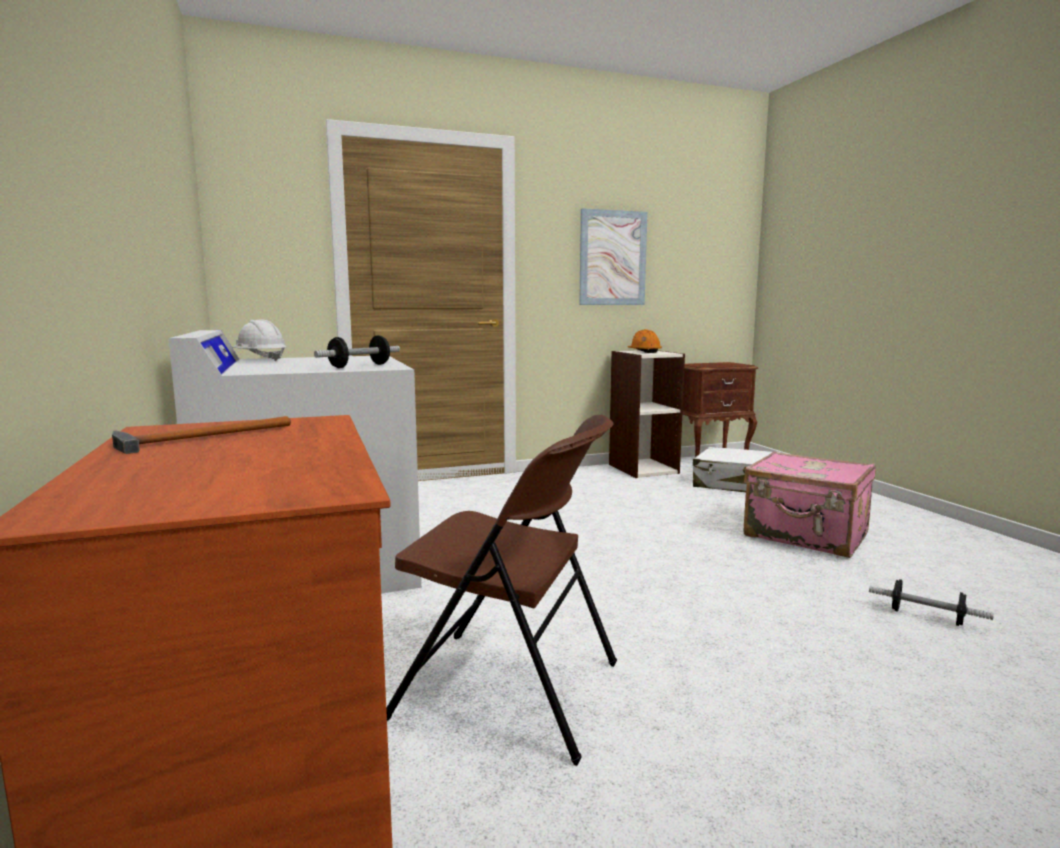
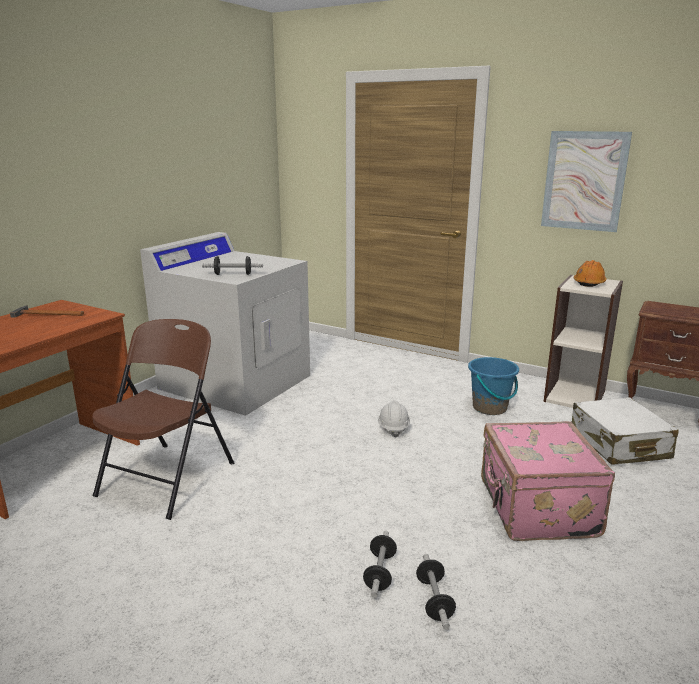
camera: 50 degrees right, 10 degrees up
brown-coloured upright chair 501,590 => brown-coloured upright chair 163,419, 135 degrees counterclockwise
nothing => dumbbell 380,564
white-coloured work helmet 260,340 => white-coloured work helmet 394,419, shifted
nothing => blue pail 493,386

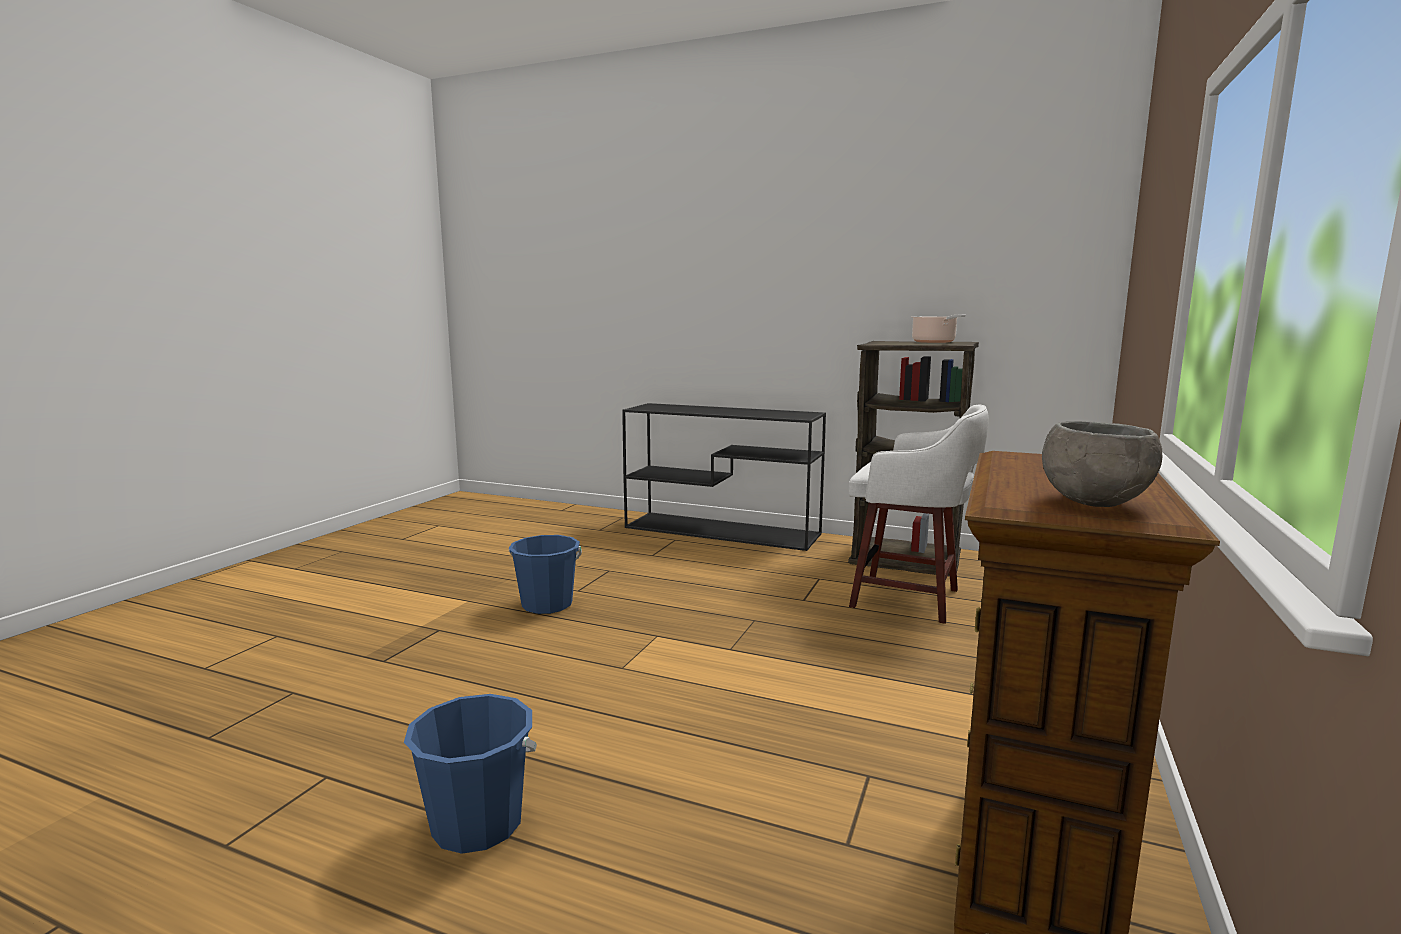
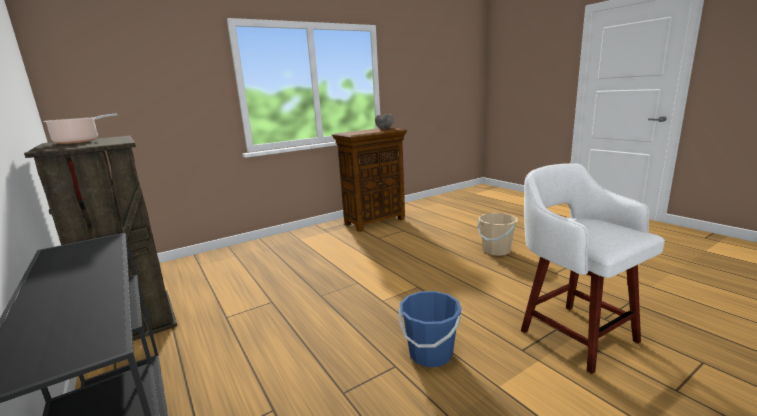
camera: 145 degrees left, 5 degrees up
blue pail 470,774 => beige pail 498,234
white-coloured stool seat 919,514 => white-coloured stool seat 593,268, shifted

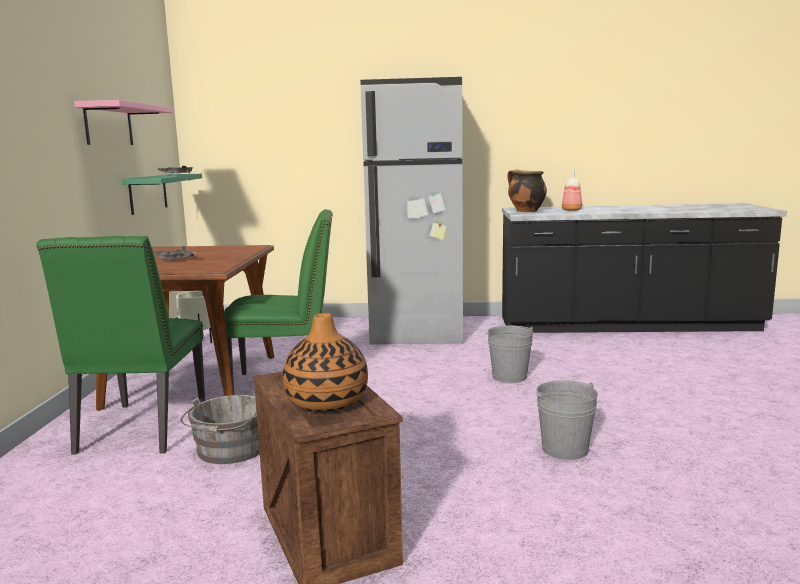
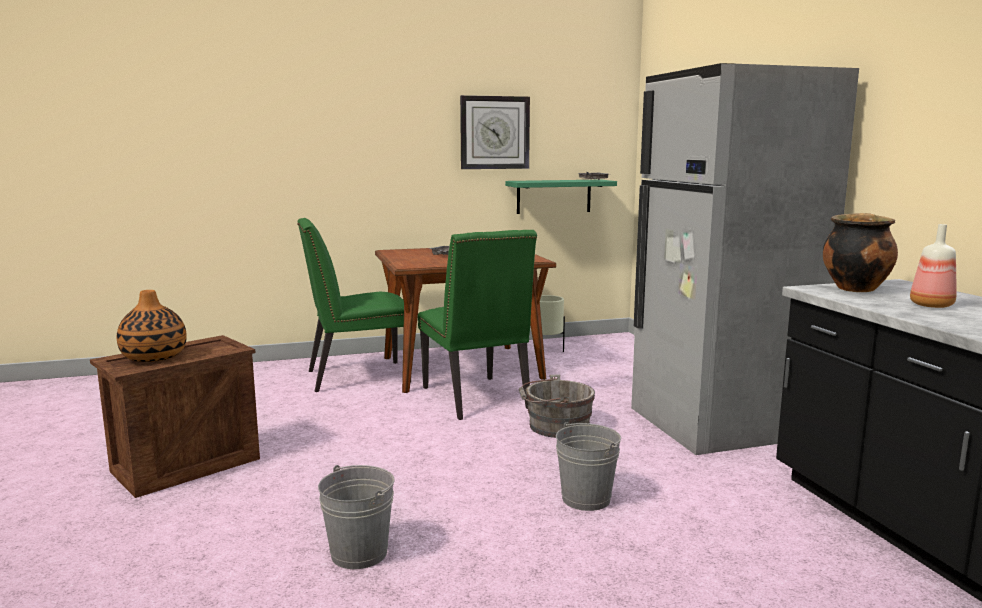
camera: 70 degrees right, 0 degrees up
pink-coloured wall shelf 123,122 => clock on the wall 495,132
gray pail 220,429 => gray pail 557,406, shifted

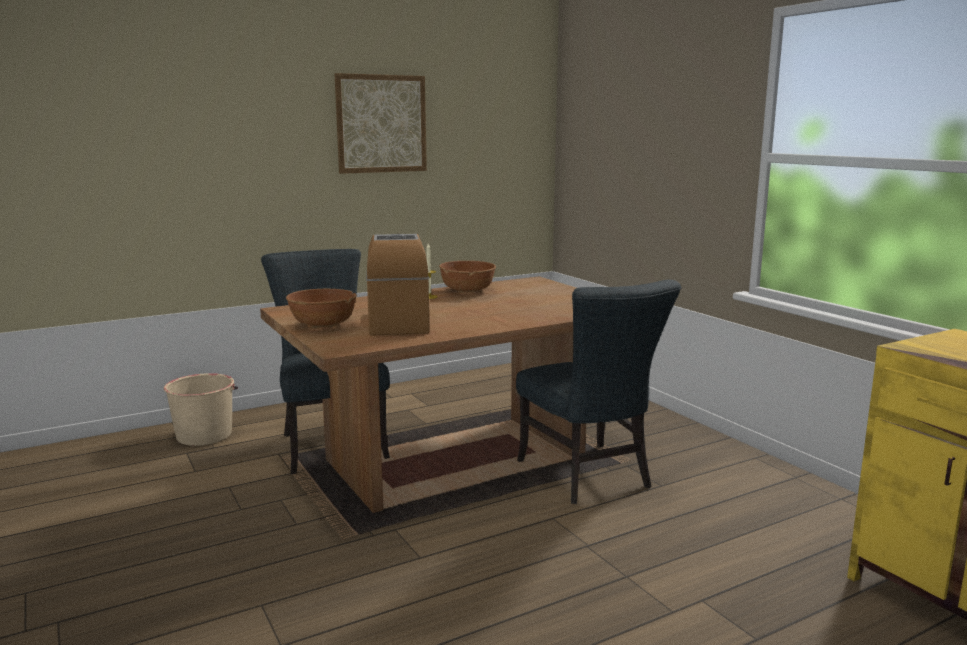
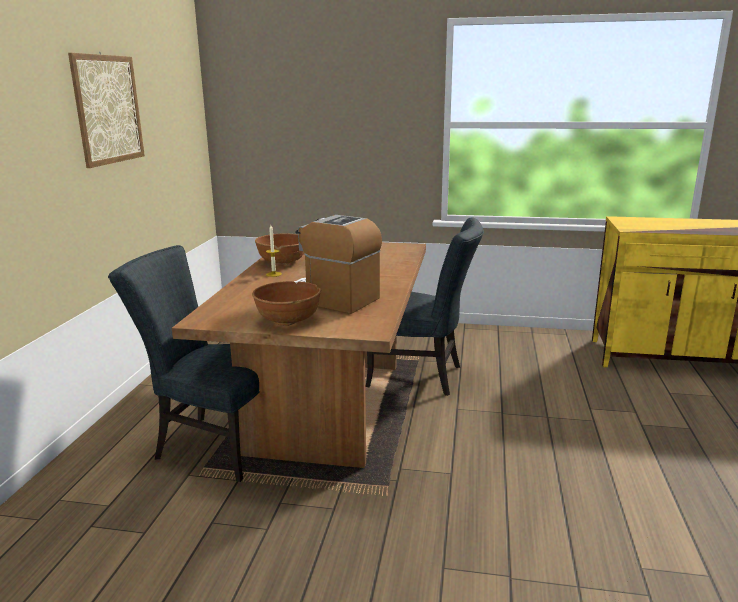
camera: 50 degrees left, 5 degrees up
beige pail 201,409 => nothing

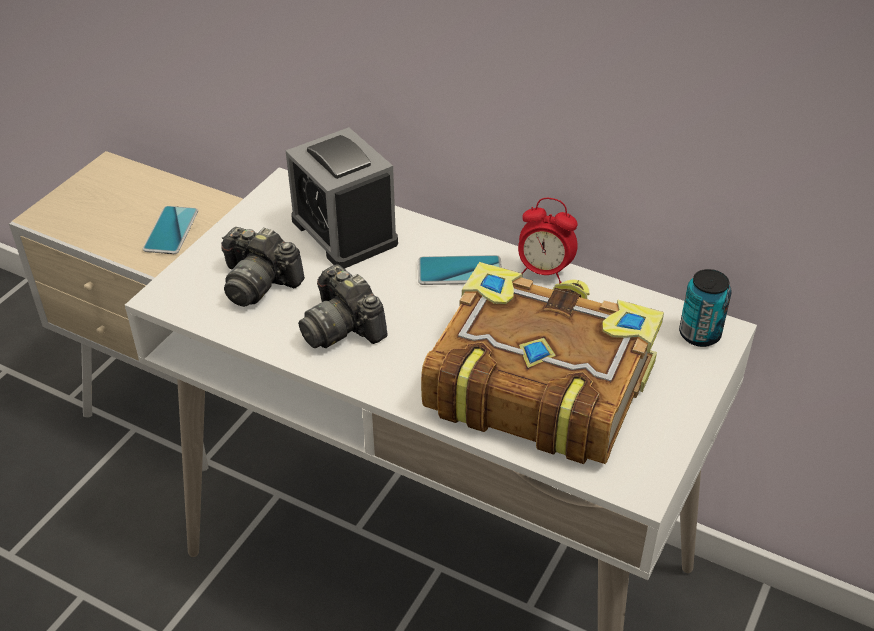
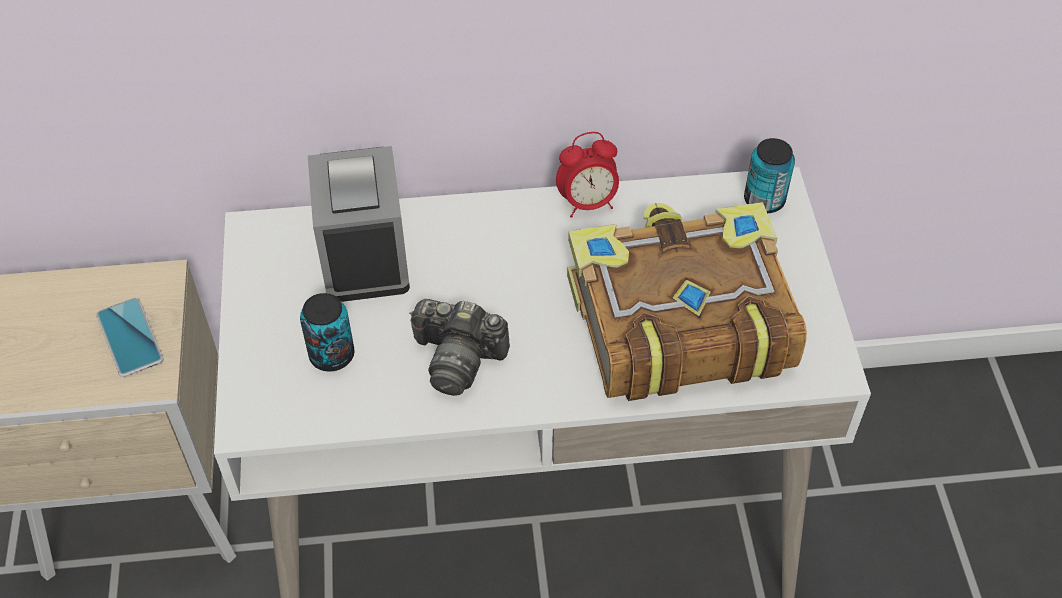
camera: 35 degrees left, 10 degrees up
still camera 263,267 => metal can 327,332
bedside clock 342,198 => bedside clock 359,224, 60 degrees clockwise
handset 460,270 => nothing

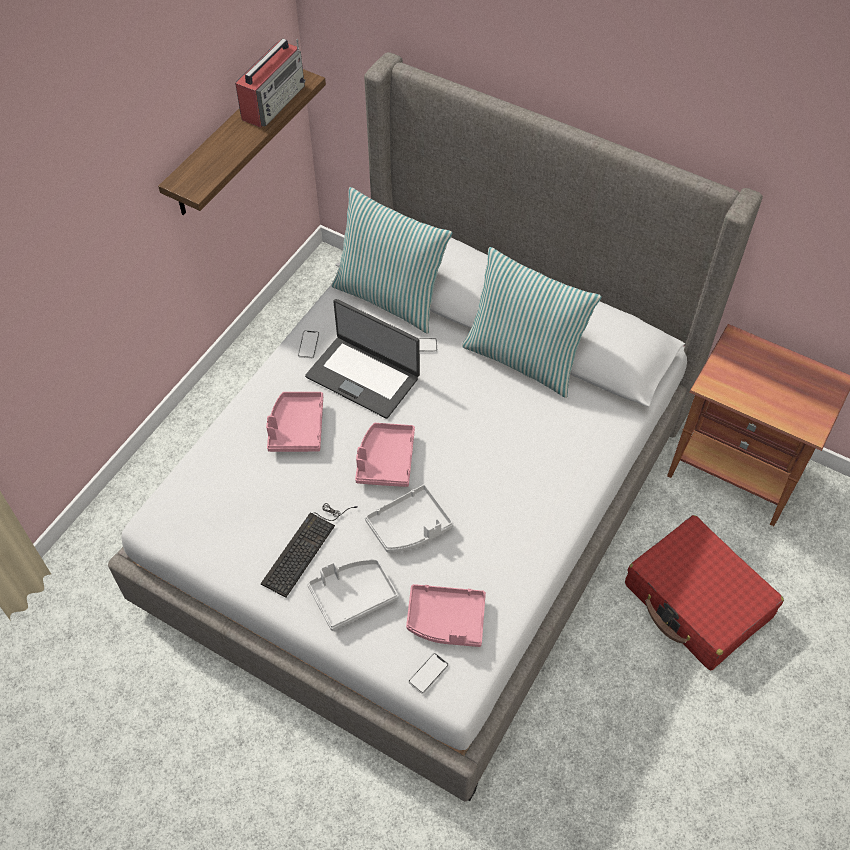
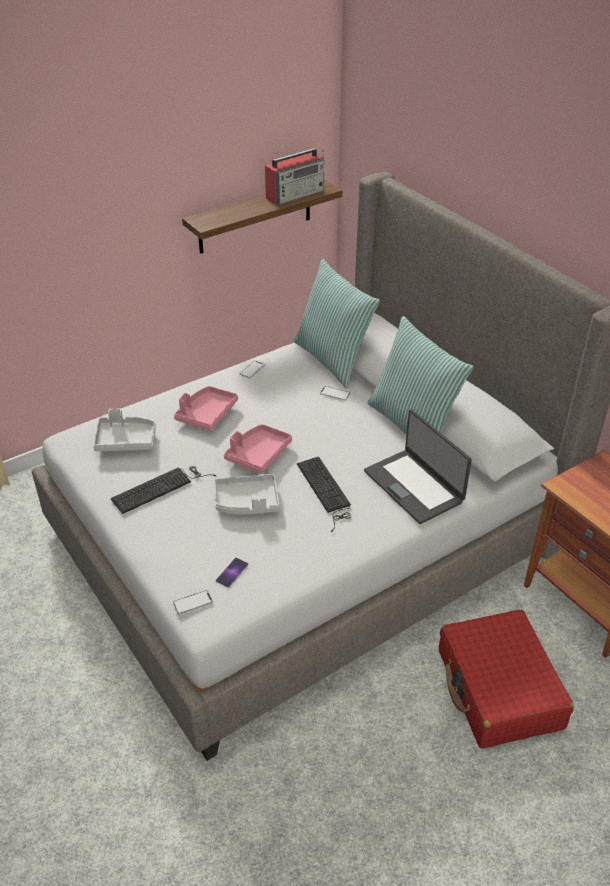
camera: 25 degrees right, 15 degrees down
gray serving tray 353,595 => gray serving tray 124,429, shifted
pink-coloured serving tray 446,615 => handset 232,573
nothing => keyboard 324,494
notebook computer 362,359 => notebook computer 418,466, shifted

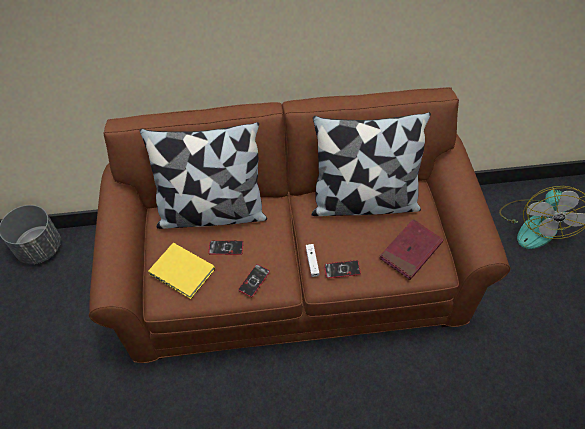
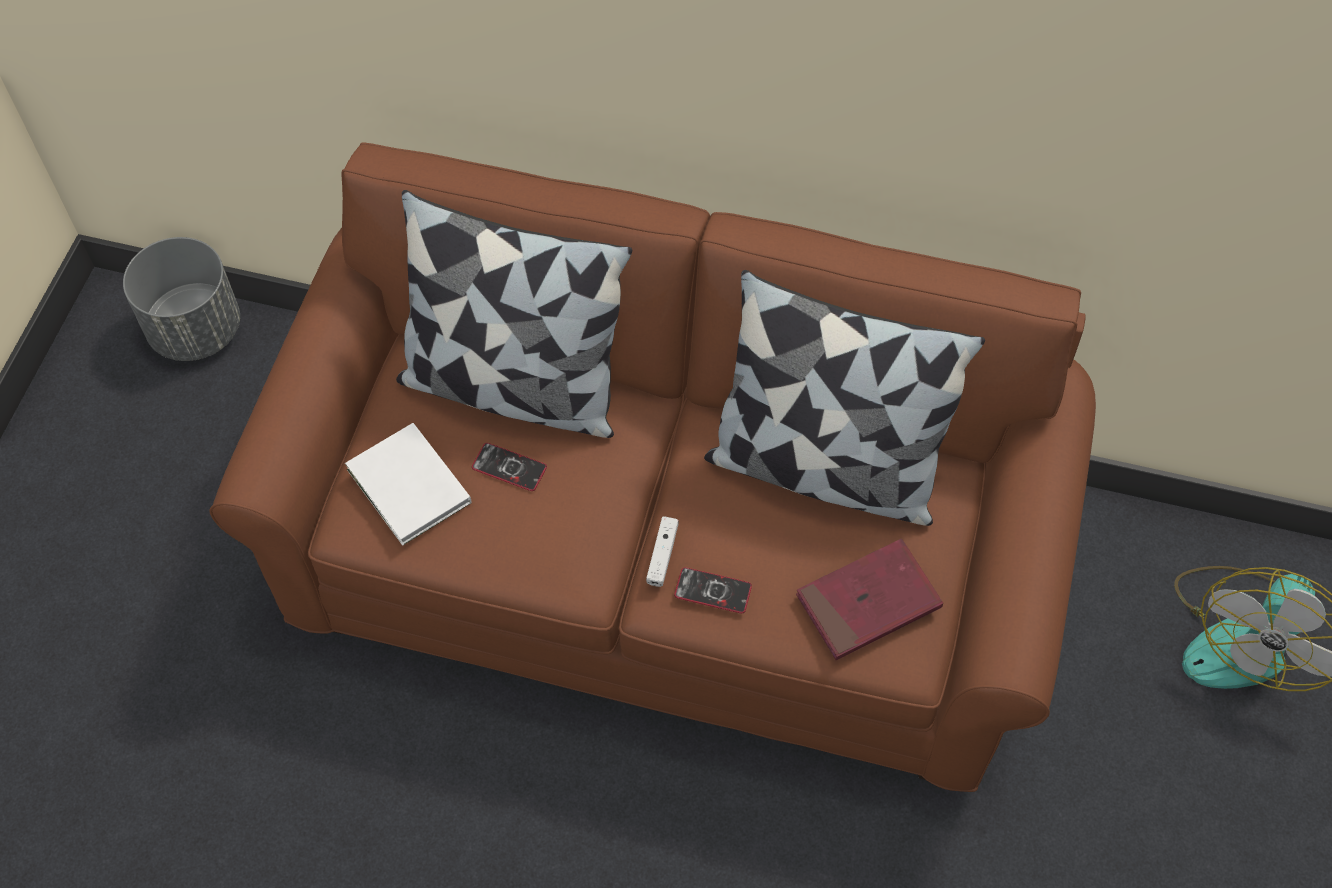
camera: 20 degrees right, 5 degrees up
yellow bound book 181,271 => white-coloured bound book 408,484
handset 254,280 => nothing

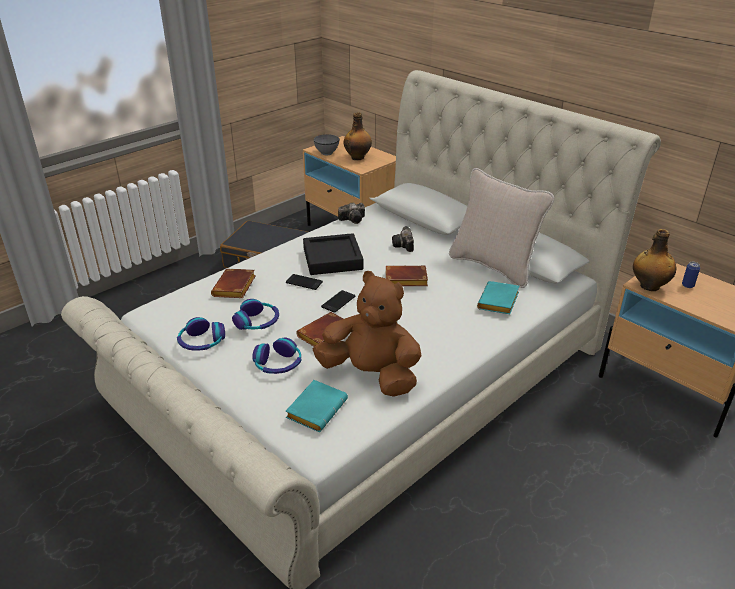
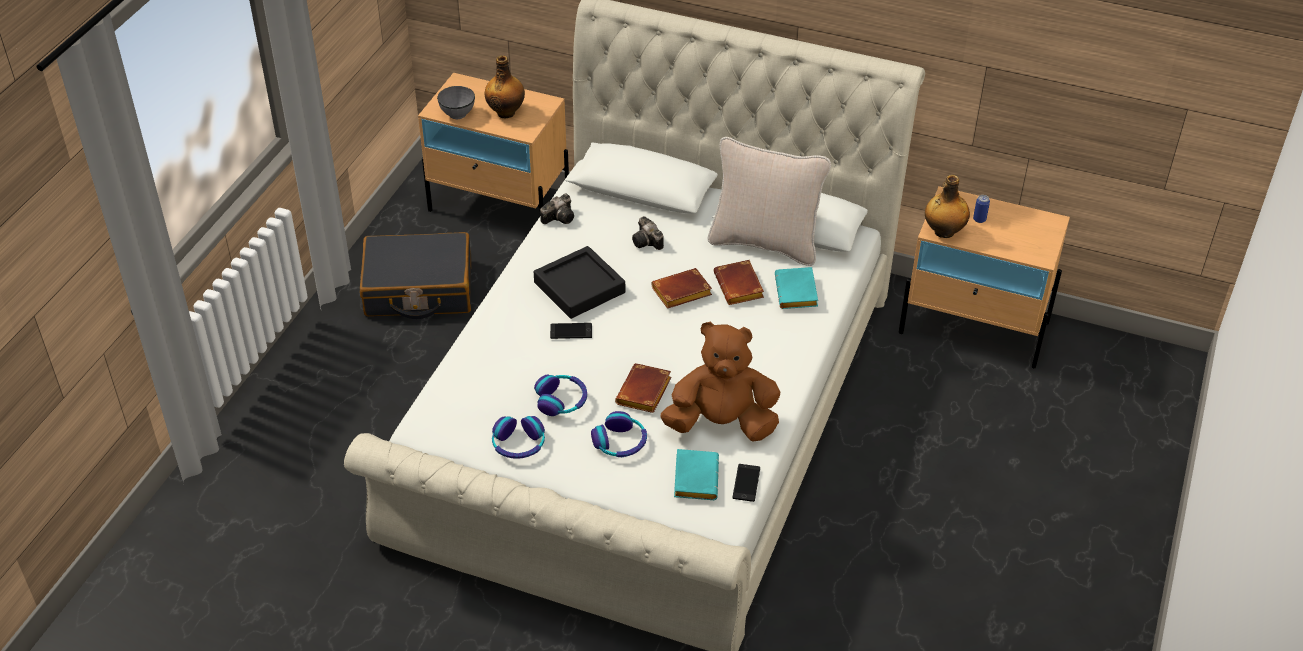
camera: 25 degrees left, 10 degrees up
brown-coloured bound book 233,283 => brown-coloured bound book 739,282, shifted
handset 338,301 => handset 746,483, shifted

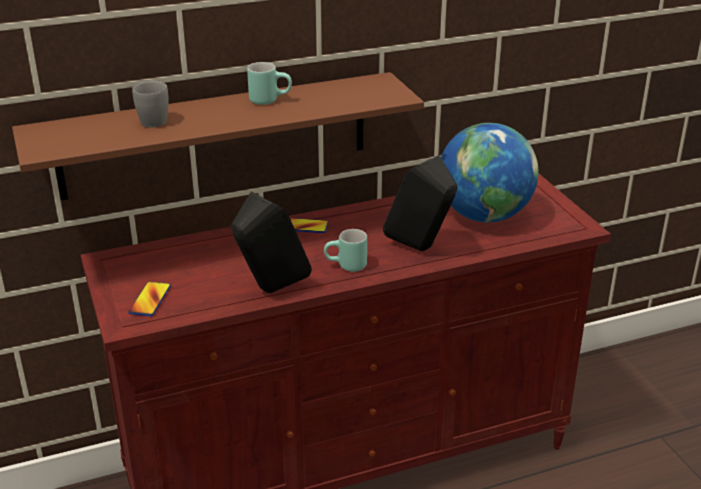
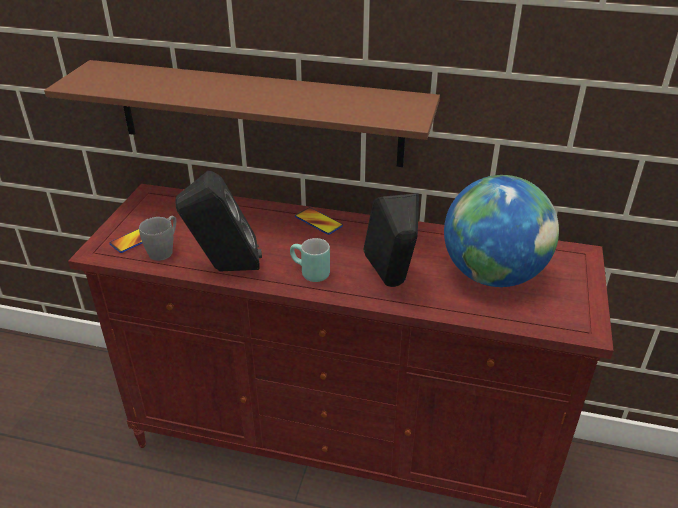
camera: 35 degrees right, 5 degrees up
gray coffee mug 150,104 => gray coffee mug 157,238, shifted
turquoise coffee mug 269,83 => nothing

